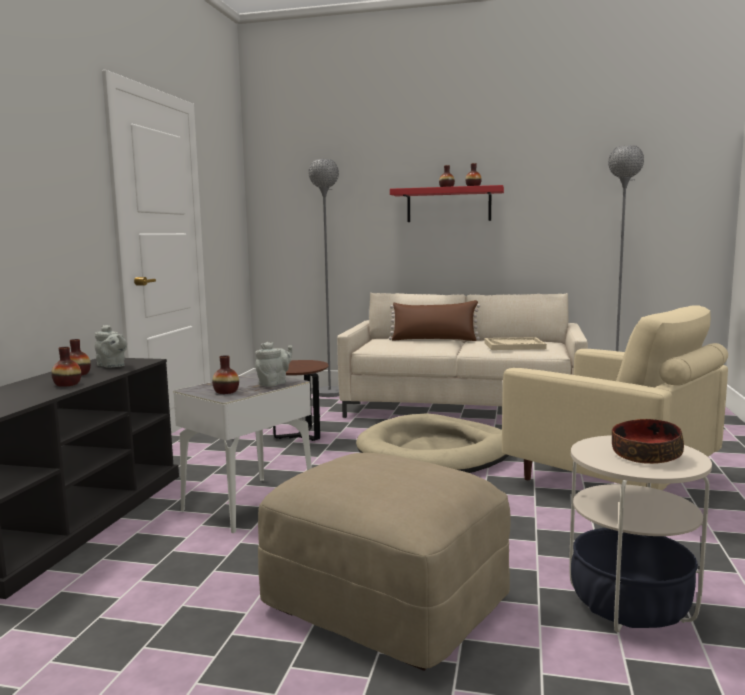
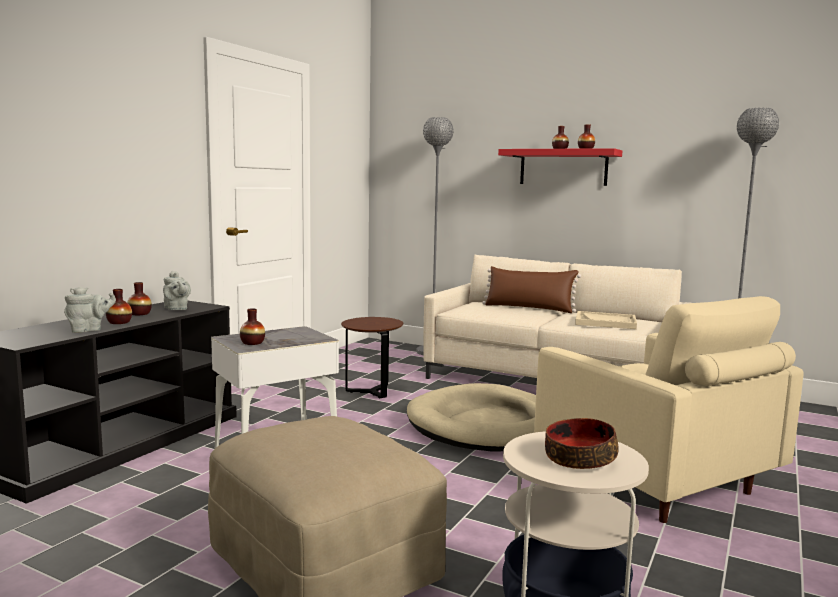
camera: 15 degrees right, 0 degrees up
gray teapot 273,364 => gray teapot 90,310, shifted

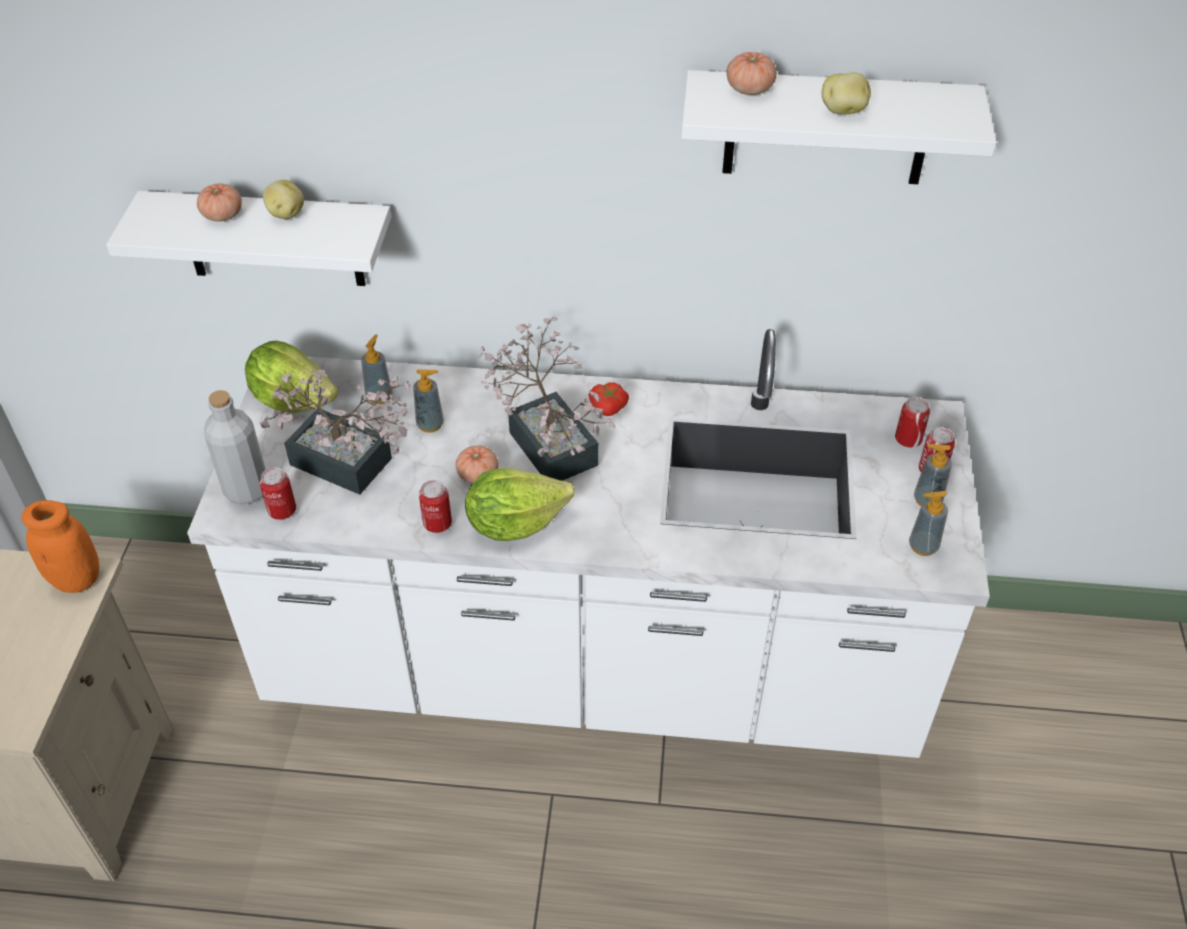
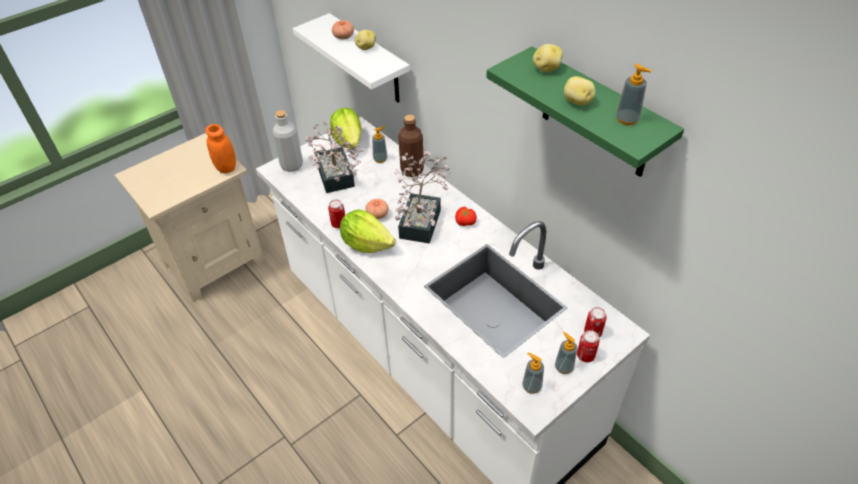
camera: 45 degrees right, 0 degrees up
nothing => brown-coloured beverage bottle 411,146
white-coloured wall shelf 838,127 => greenish wall shelf 585,111
fresh tomato 752,73 => spud 548,58
soap dispenser 428,401 => soap dispenser 634,94, shifted
metal can 278,493 => nothing

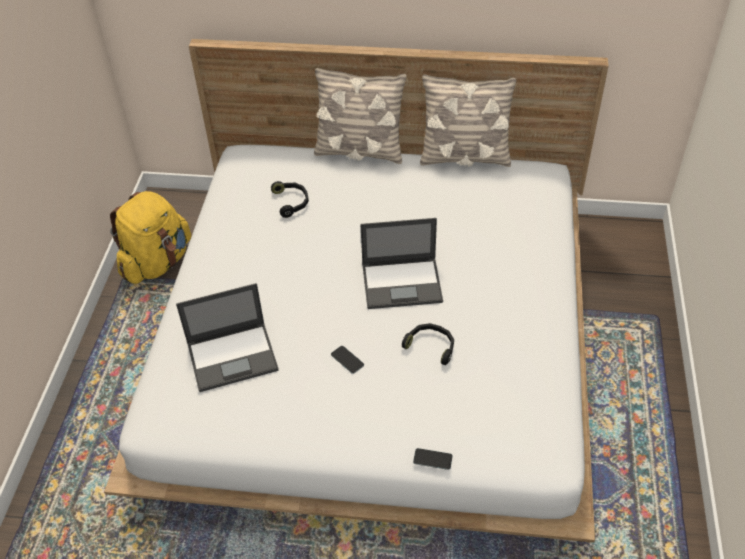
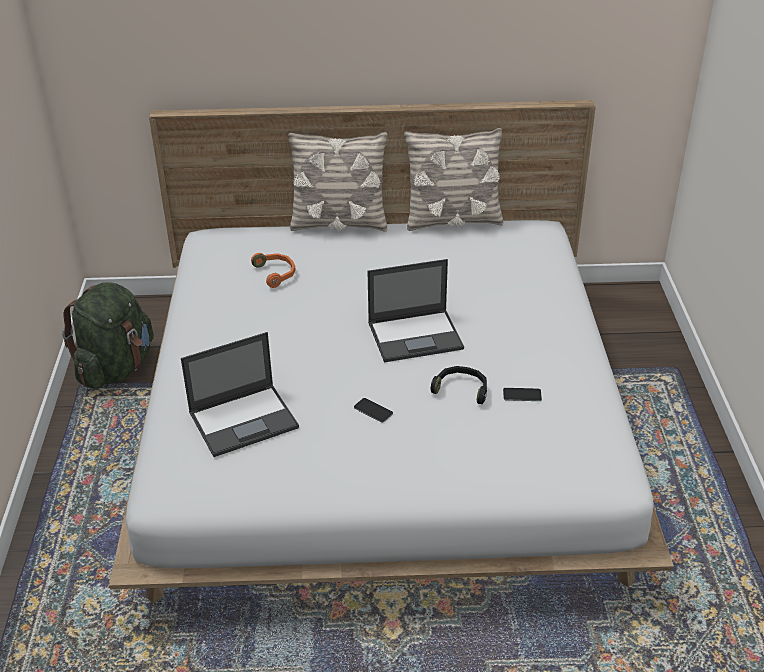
camera: 10 degrees left, 10 degrees down
yellow backpack 150,237 => greenish backpack 108,335
black headphones 290,199 => orangey headphones 273,270
handset 433,459 => handset 522,394, shifted

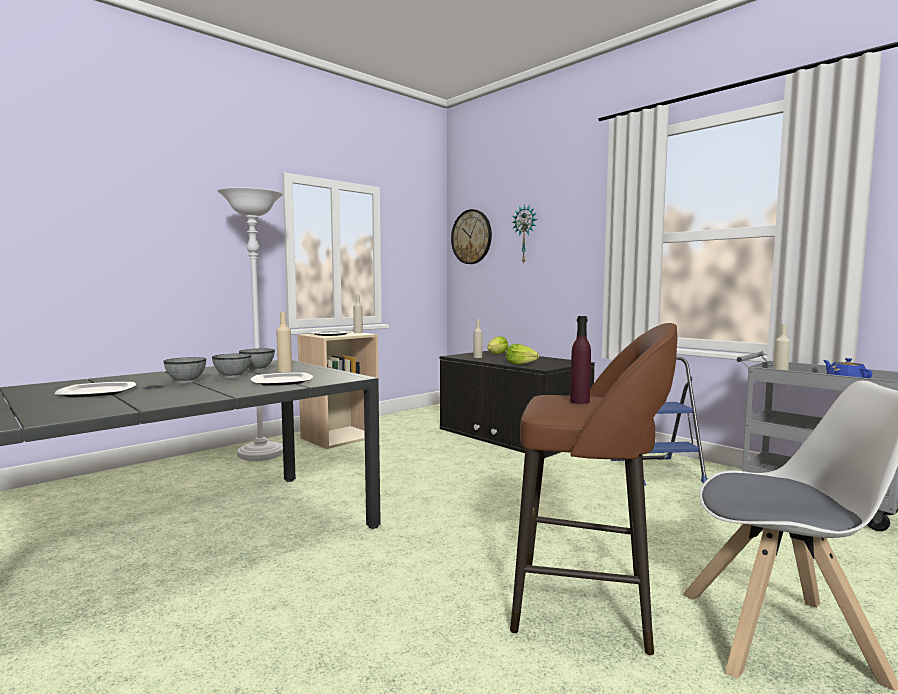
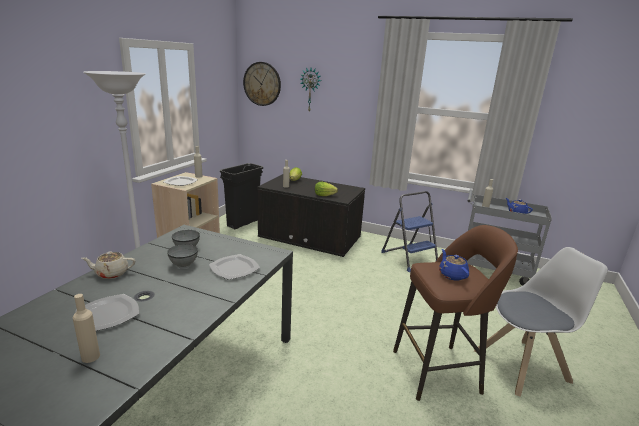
camera: 25 degrees left, 15 degrees up
beige beverage bottle 284,342 => beige beverage bottle 86,328, shifted
nothing => beige teapot 108,265
nothing => black rubbish bin 241,196
purplish beverage bottle 580,360 => blue teapot 454,265
gray serving bowl 184,370 => nothing

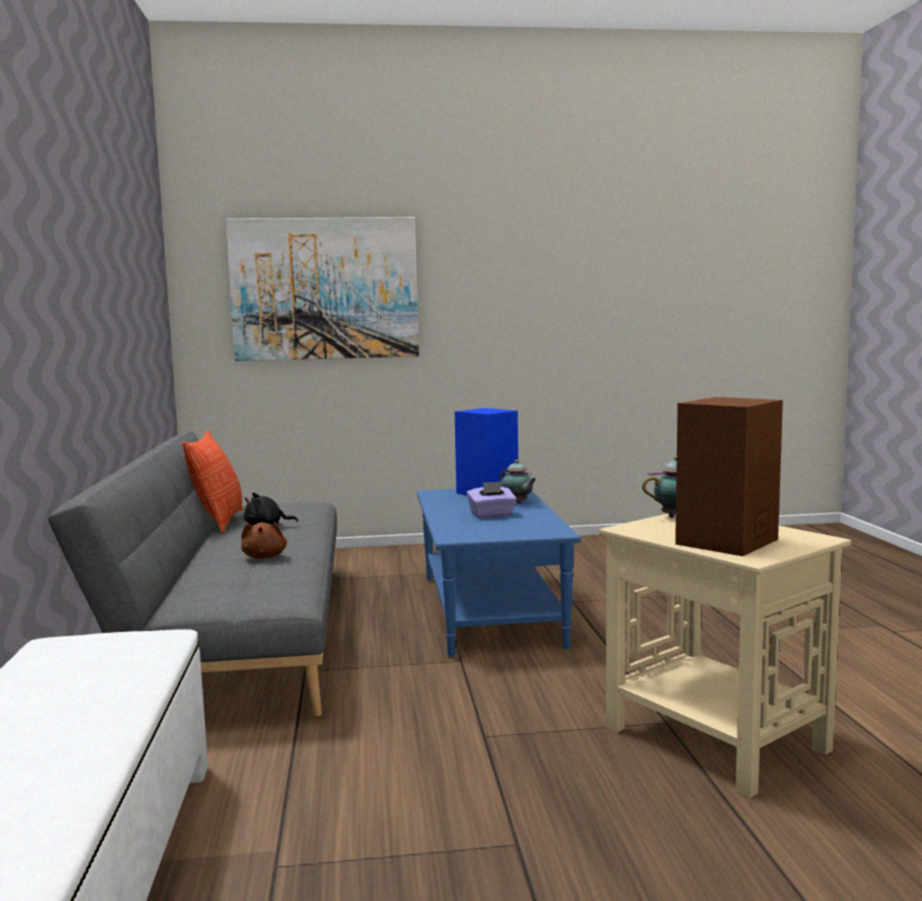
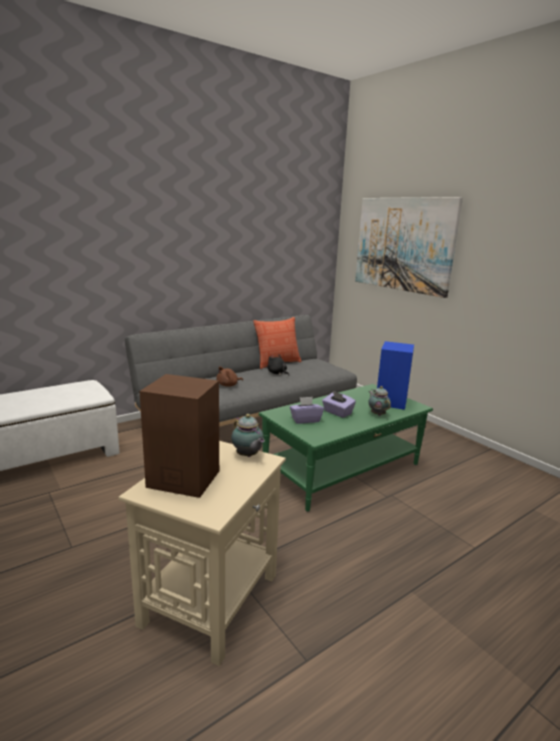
camera: 60 degrees right, 10 degrees up
blue lounge table 499,573 => greenish lounge table 346,448
nothing => purplish tissue holder 307,410
teapot 518,482 => teapot 379,401, 135 degrees clockwise

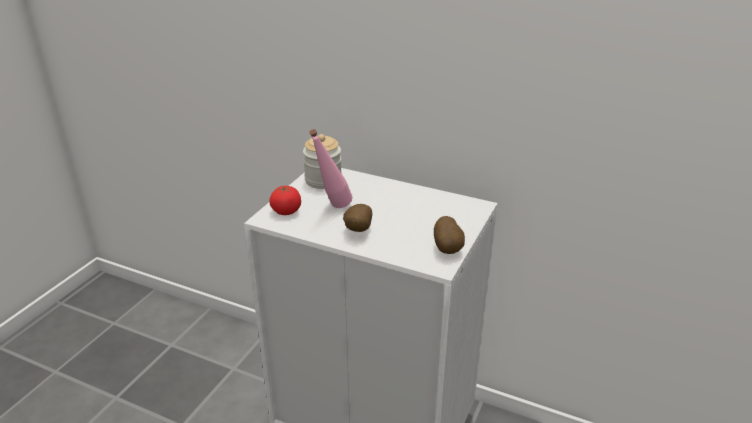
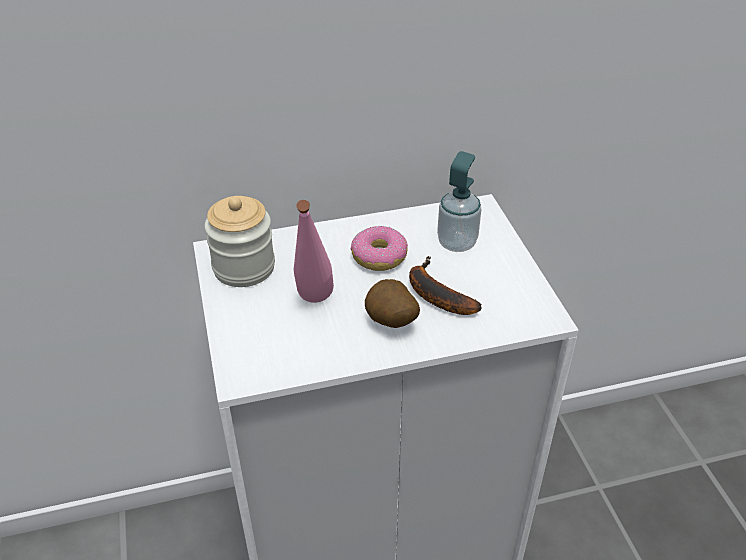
camera: 40 degrees left, 10 degrees up
nothing => doughnut 379,248
nothing => whole banana 445,285
nothing => soap dispenser 459,201
fresh tomato 285,200 => nothing
spud 449,235 => nothing

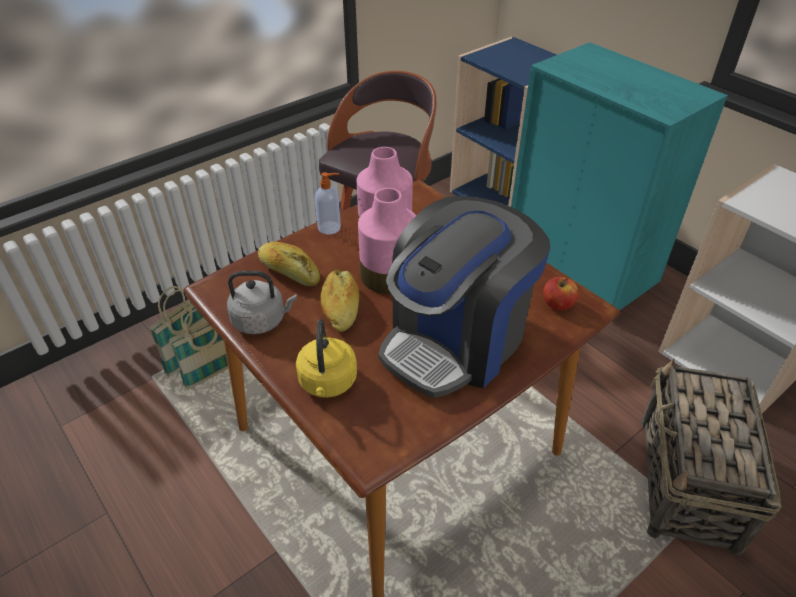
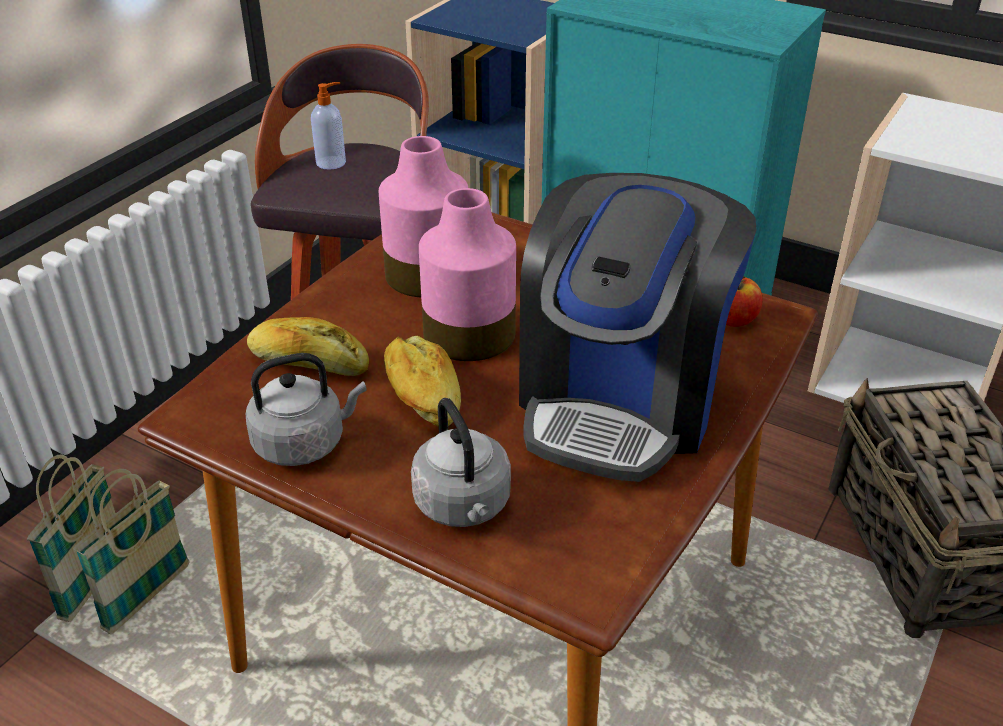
camera: 20 degrees left, 5 degrees down
soap dispenser 328,203 => soap dispenser 328,126, shifted
yellow kettle 326,358 => gray kettle 461,462

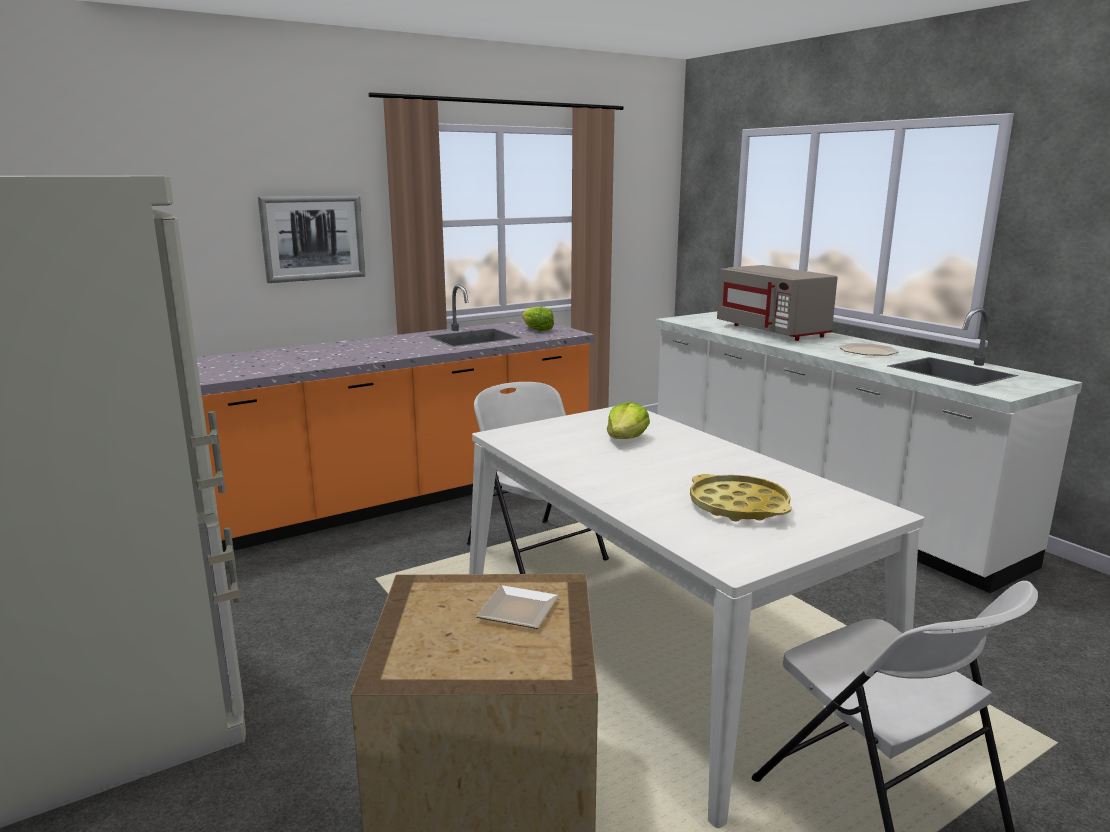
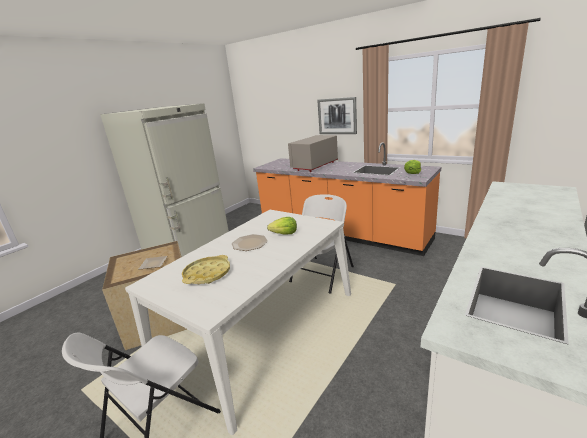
camera: 70 degrees right, 5 degrees up
plate 869,349 => plate 250,242, shifted
gray kitchen microwave 777,303 => gray kitchen microwave 313,153, shifted

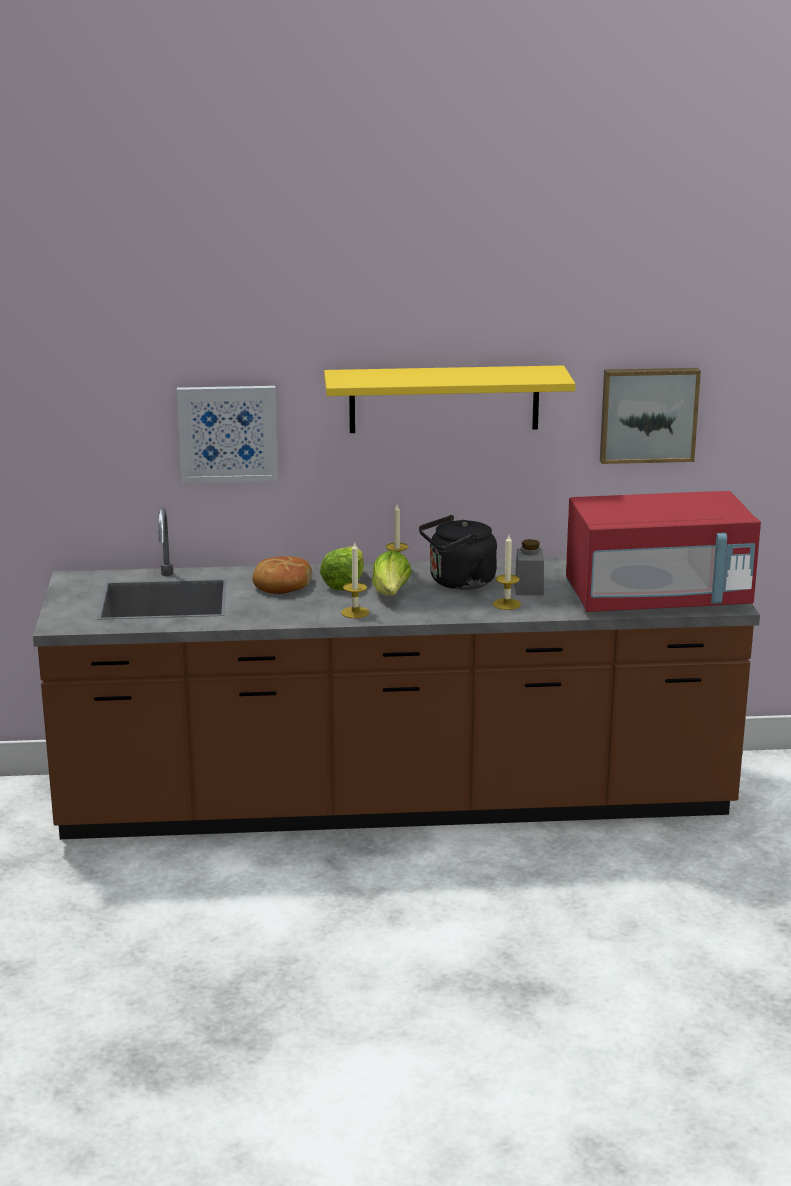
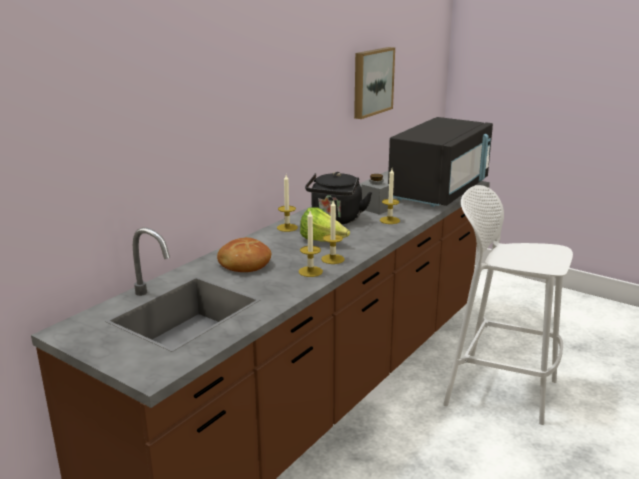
camera: 50 degrees left, 0 degrees up
nothing => wax light 311,244
reddish kitchen microwave 663,551 => black kitchen microwave 440,162
nothing => white-coloured stool seat 508,305
wall art 227,434 => nothing
head of lettuce 342,568 => nothing
yellow wall shelf 449,399 => nothing

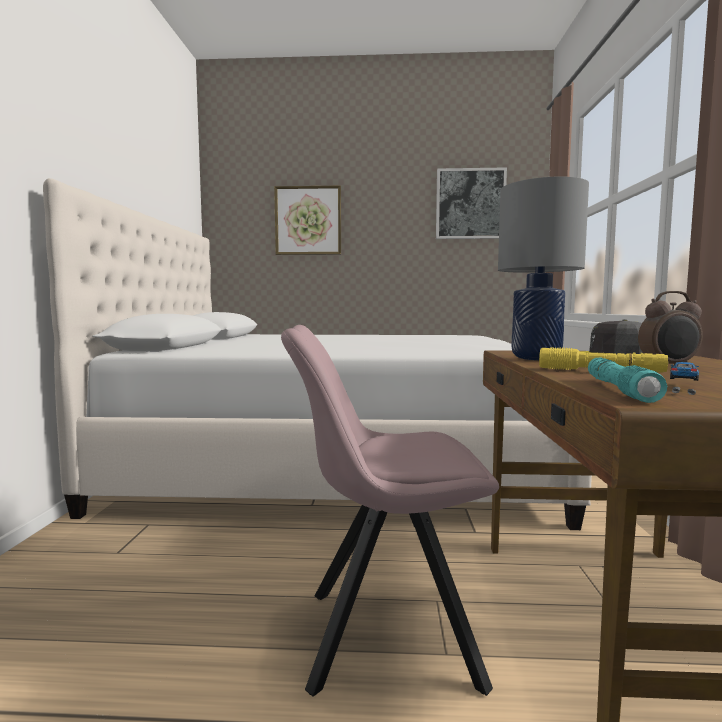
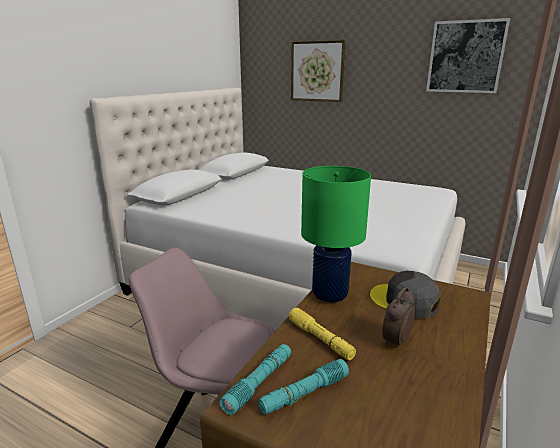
camera: 25 degrees right, 15 degrees up
miniature car 684,378 => turquoise hand torch 303,386
gray lamp for a table 543,268 => greenish lamp for a table 336,234
bedside clock 670,328 => bedside clock 398,318, 105 degrees clockwise

